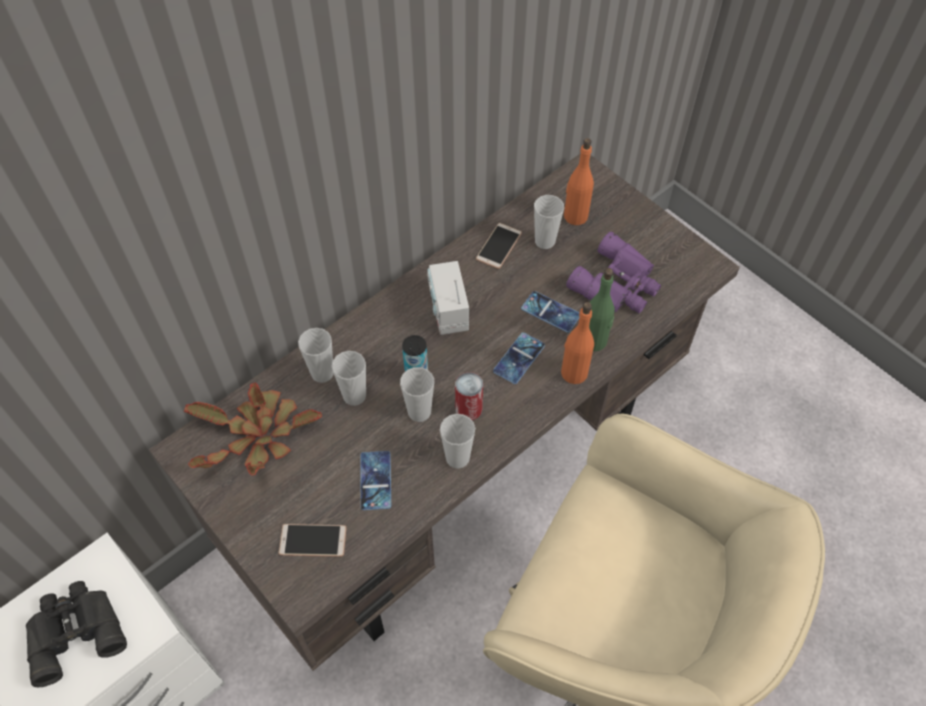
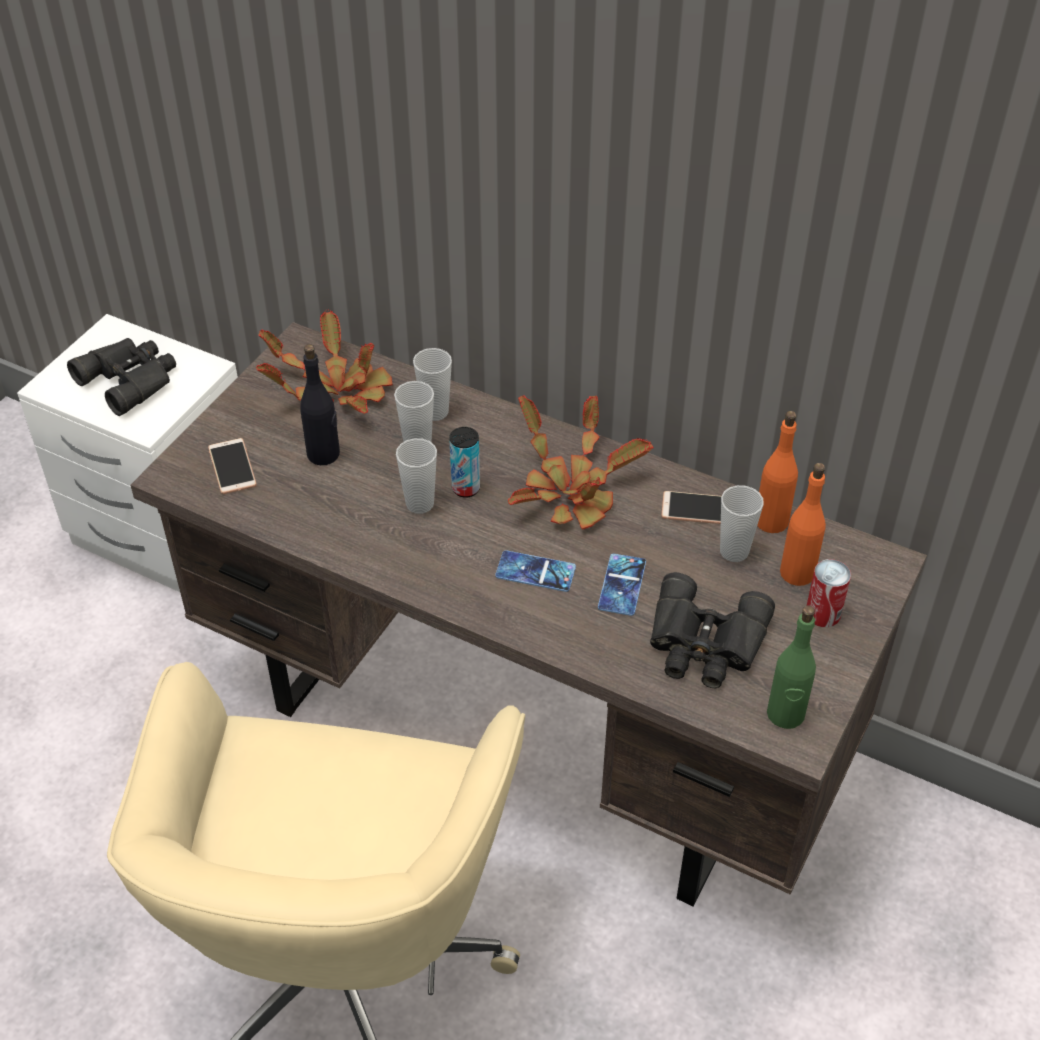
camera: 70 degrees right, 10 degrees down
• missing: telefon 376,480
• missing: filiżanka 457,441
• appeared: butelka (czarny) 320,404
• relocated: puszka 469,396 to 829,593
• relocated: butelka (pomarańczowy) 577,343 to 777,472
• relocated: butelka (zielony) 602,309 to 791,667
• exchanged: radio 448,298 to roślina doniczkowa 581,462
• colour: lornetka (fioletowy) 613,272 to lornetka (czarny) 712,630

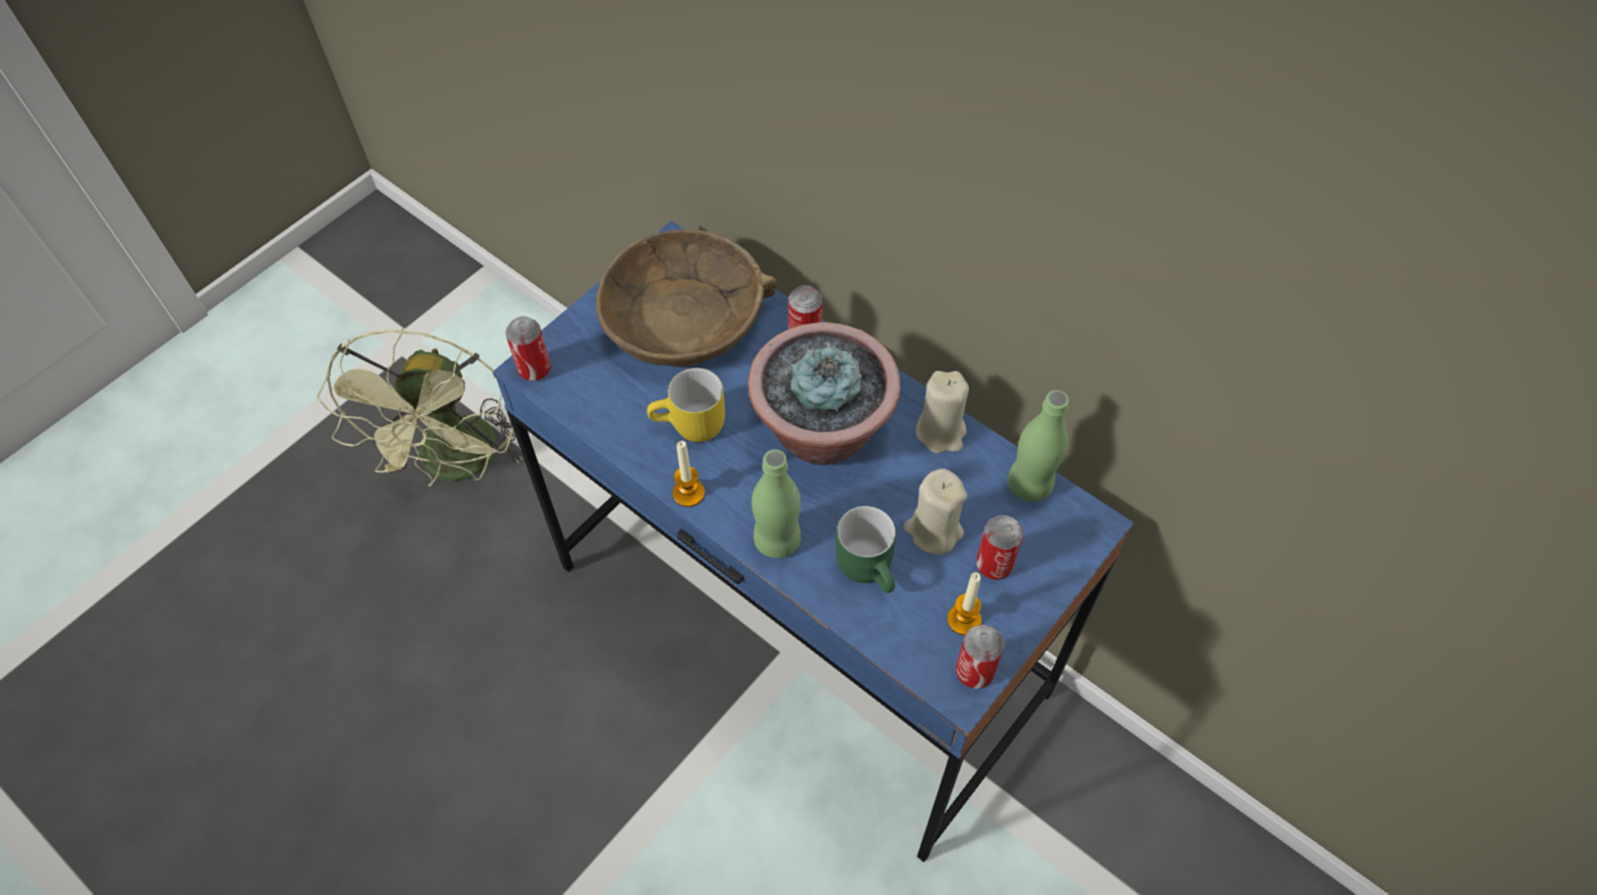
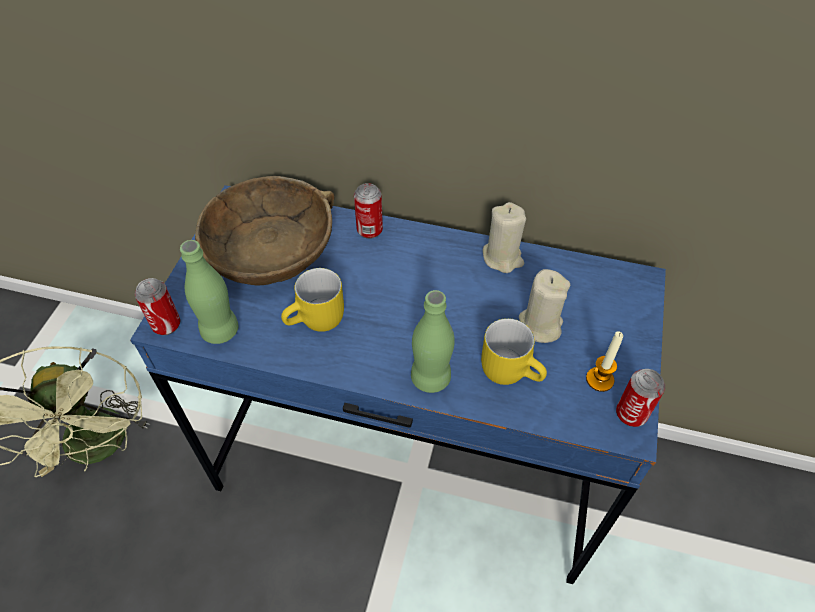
camera: 25 degrees left, 5 degrees down
• missing: świeca 689,474
• missing: roślina doniczkowa 824,393
• missing: puszka 999,547
• relocated: butelka (zielony) 1038,445 to 209,292
• colour: kubek (zielony) 866,549 to kubek (żółty) 514,351

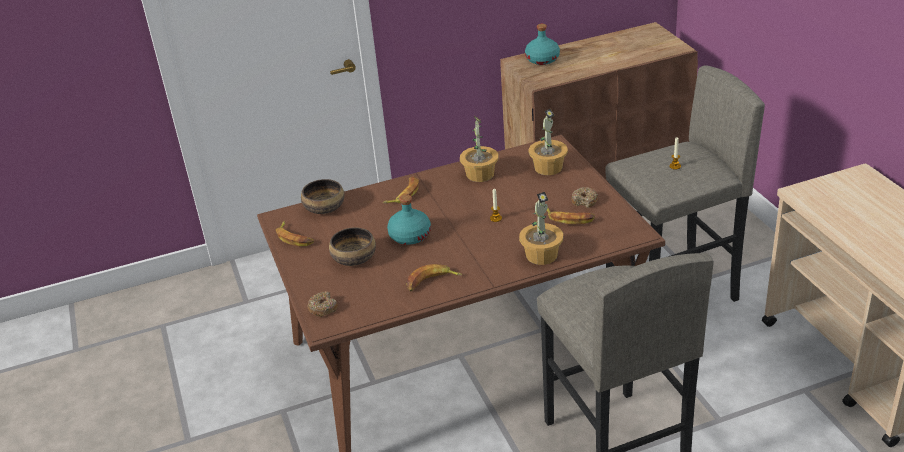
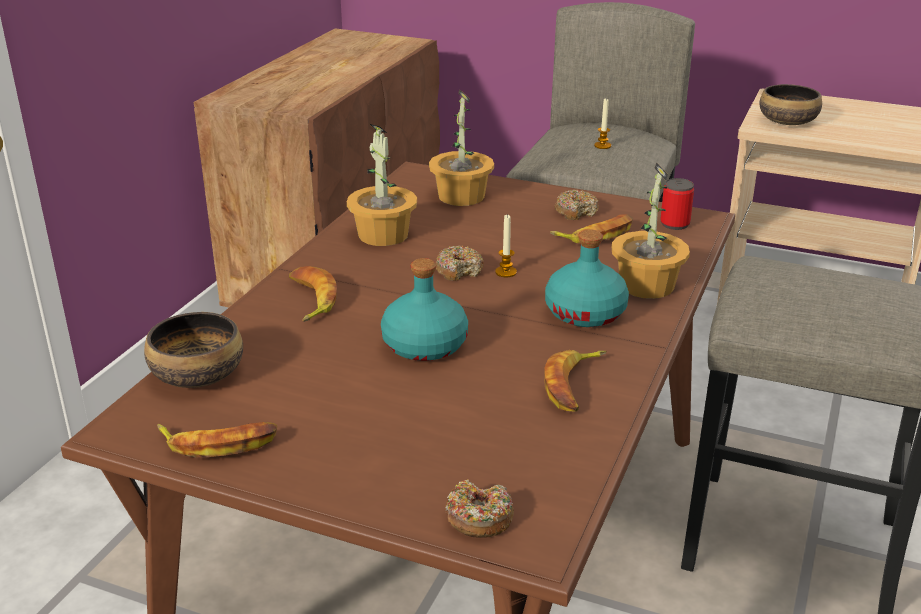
camera: 50 degrees left, 5 degrees down
• appeared: donut 460,263
• appeared: puszka 677,204
• relocated: miska 352,246 to 791,104
• relocated: butelka (turkusowy) 542,44 to 587,278

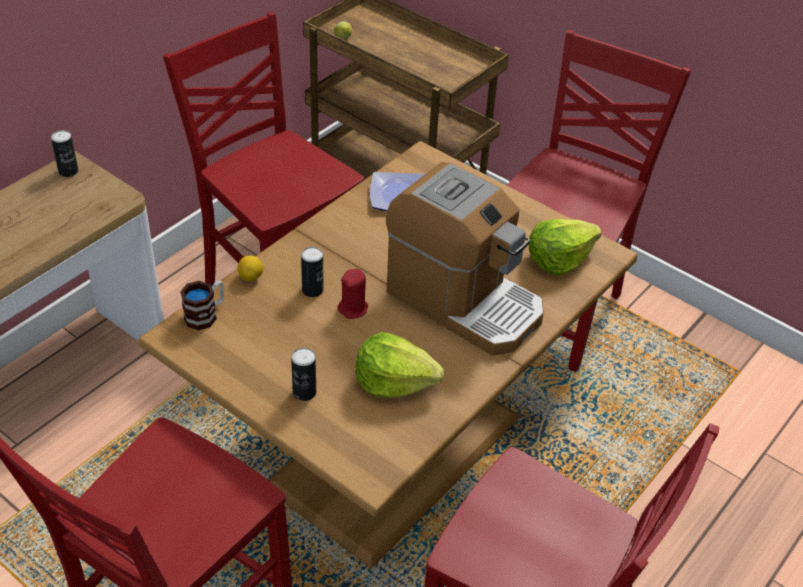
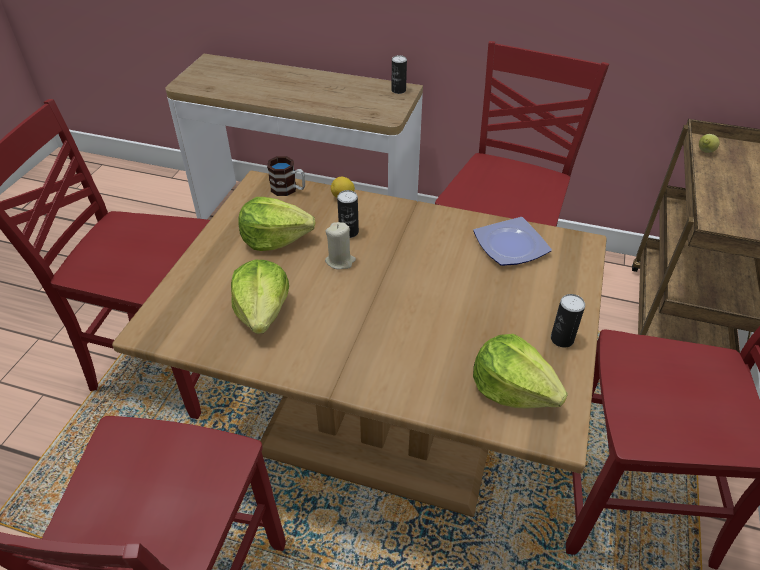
camera: 70 degrees right, 0 degrees up
• missing: ekspres do kawy 465,259
• appeared: sałata 276,224
• relocated: puszka 303,374 to 568,321
• colour: świeca (czerwony) 353,293 to świeca (beżowy) 340,246

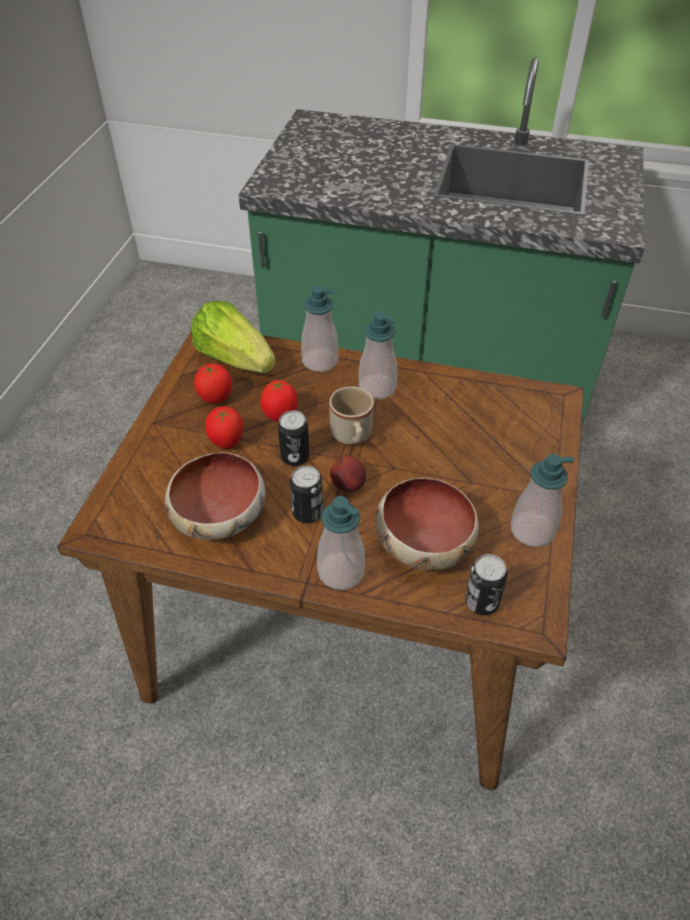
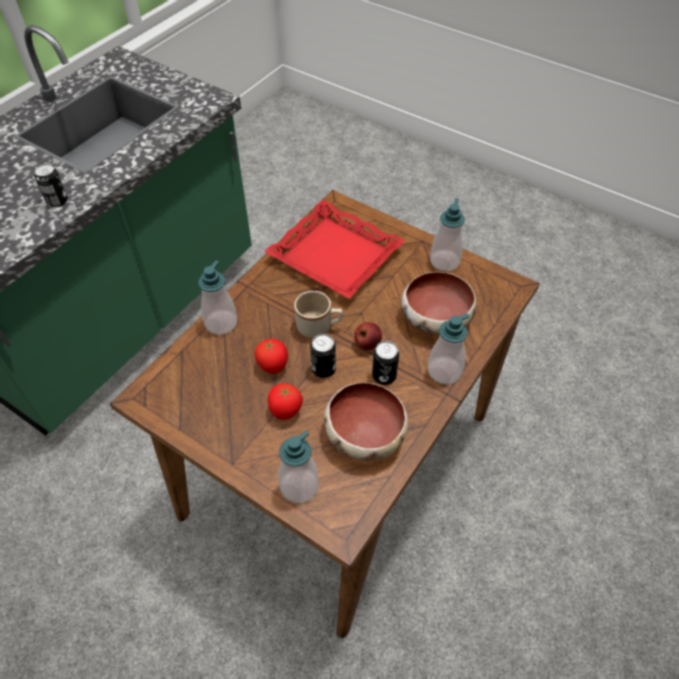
camera: 70 degrees left, 5 degrees up
• missing: sałata 233,337
• missing: pomidor 213,383
• appeared: taca (czerwony) 334,249
• relocated: dozownik mydła 377,355 to 298,466
• relocated: puszka 486,584 to 51,185

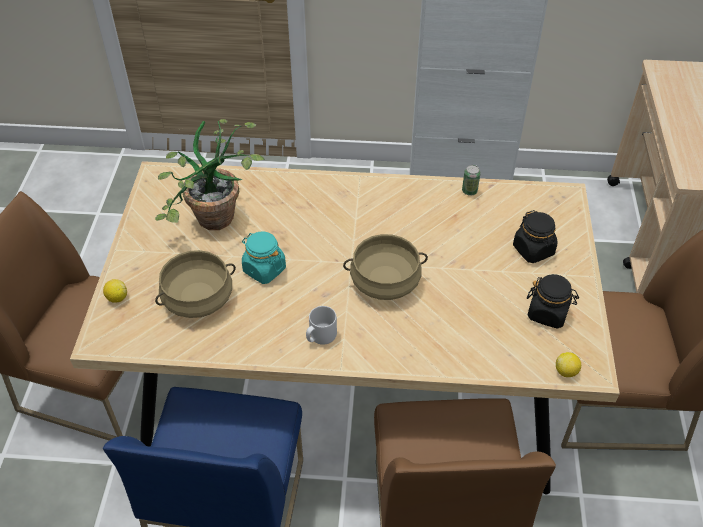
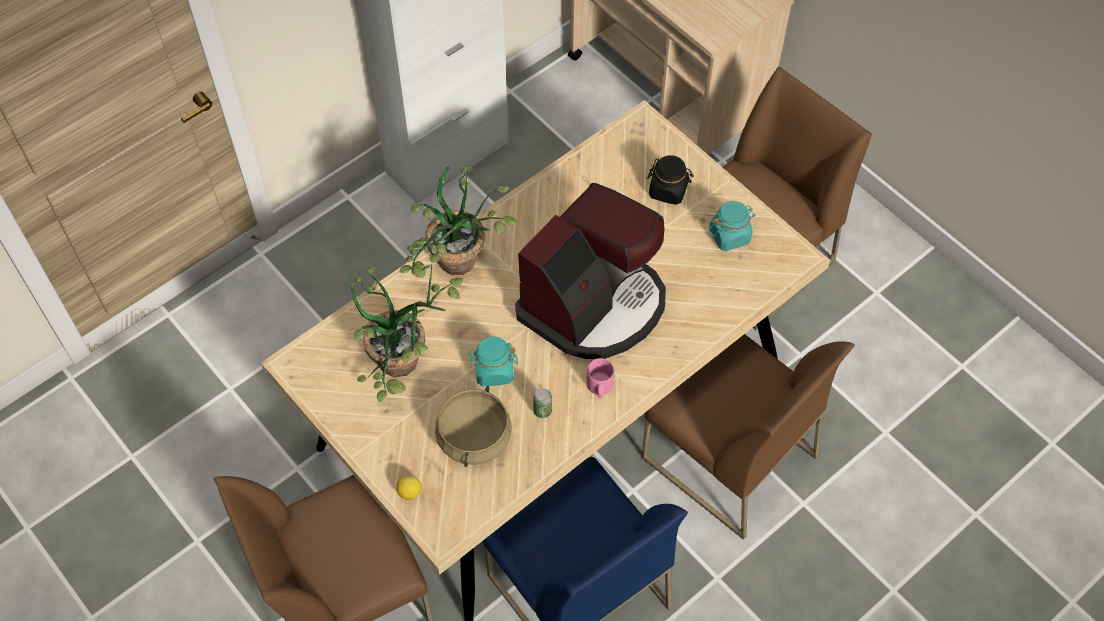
camera: 45 degrees left, 10 degrees up
• missing: cytryna 568,364
• appeared: roślina doniczkowa 459,221
• relocated: puszka 471,180 to 542,403
• exchanged: garnek (beżowy) 385,267 to ekspres do kawy 590,271
• colour: kubek (szary) 321,325 to kubek (różowy) 600,378
• colour: słoik (czarny) 553,301 to słoik (turkusowy) 732,226

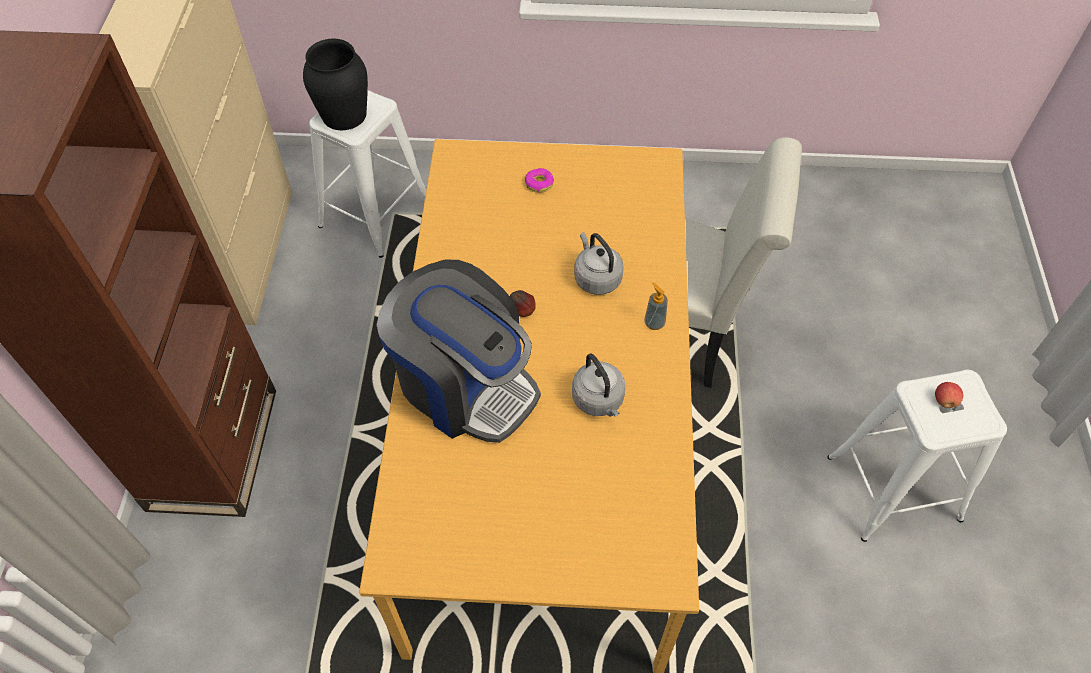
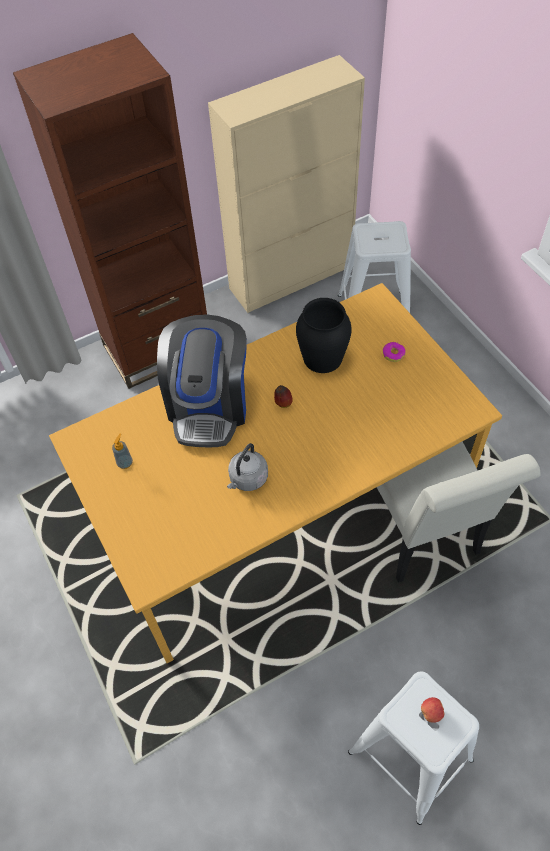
camera: 60 degrees right, 0 degrees up
• missing: czajnik (szary) 599,263
• relocated: wazon (czarny) 335,84 to 324,335
• relocated: dozownik mydła 656,306 to 122,451

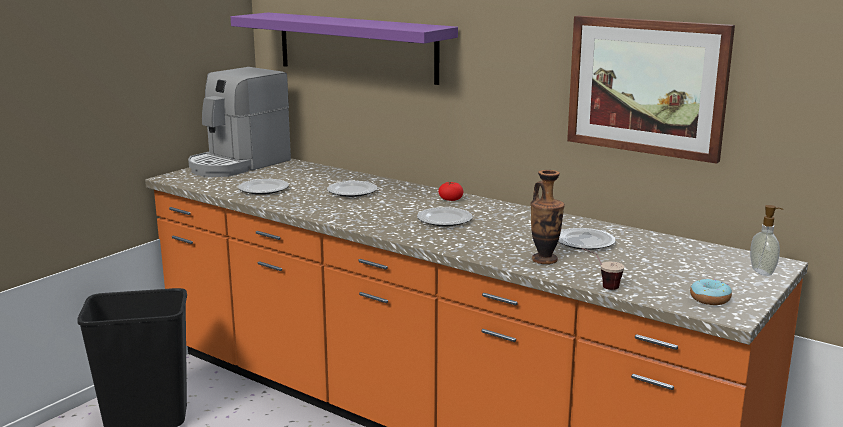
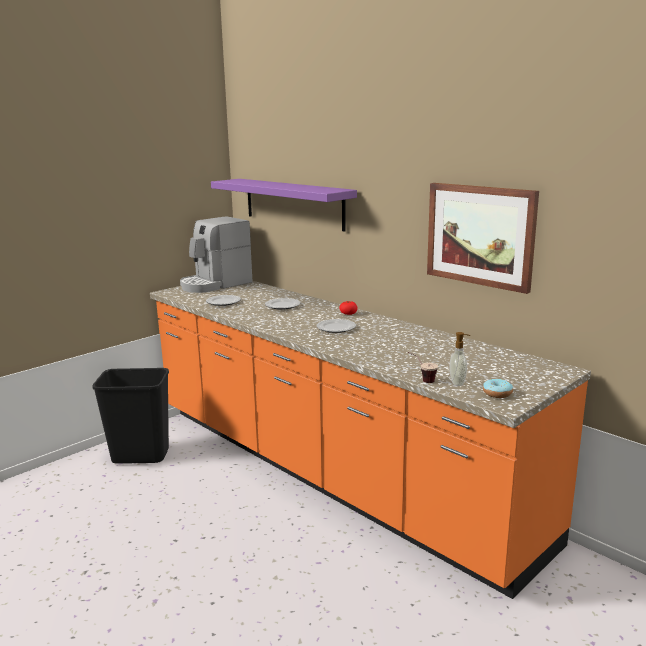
camera: 10 degrees right, 0 degrees up
• missing: wazon 547,217
• missing: talerz 586,239
• relocated: dozownik mydła 766,240 to 460,359

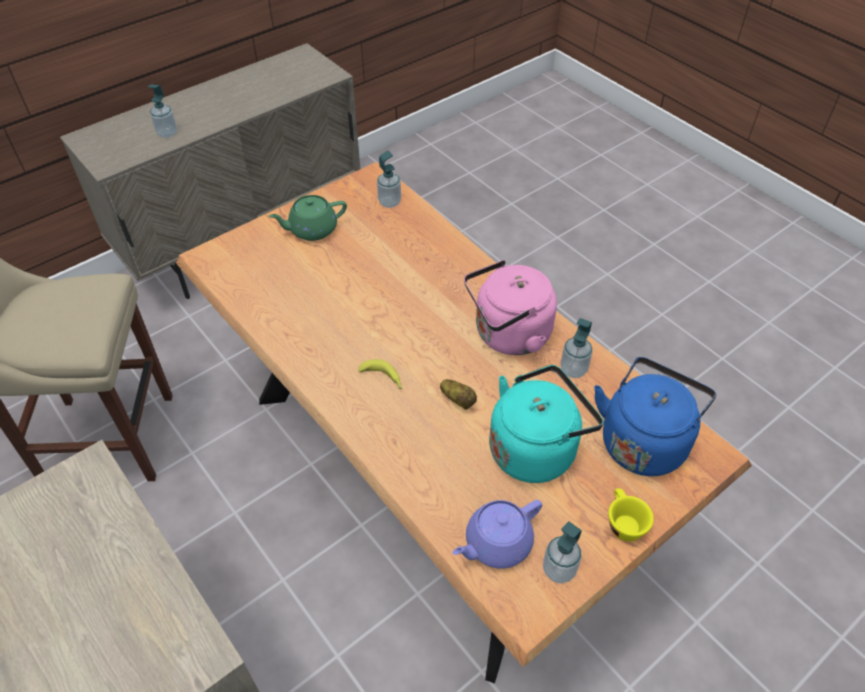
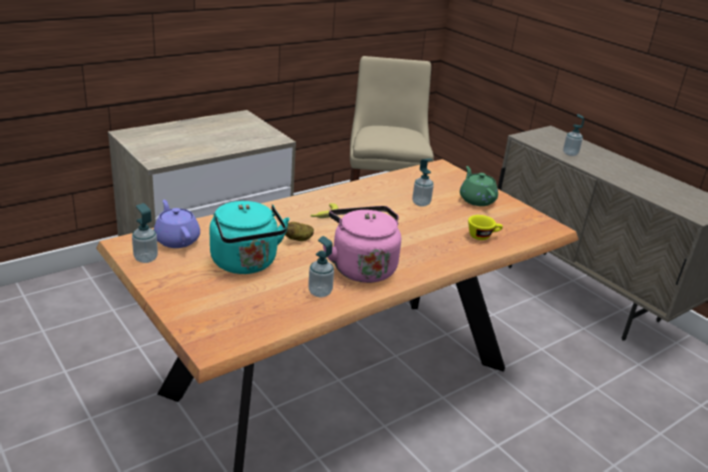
camera: 90 degrees right, 20 degrees down
• missing: czajnik (niebieski) 655,416
• relocated: dozownik mydła 389,179 to 423,183
• relocated: filiżanka (żółty) 631,514 to 485,227

